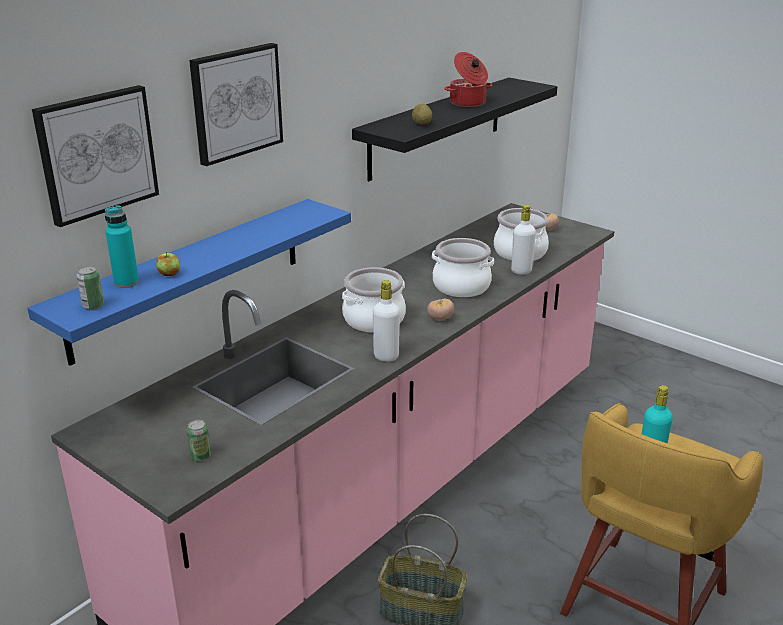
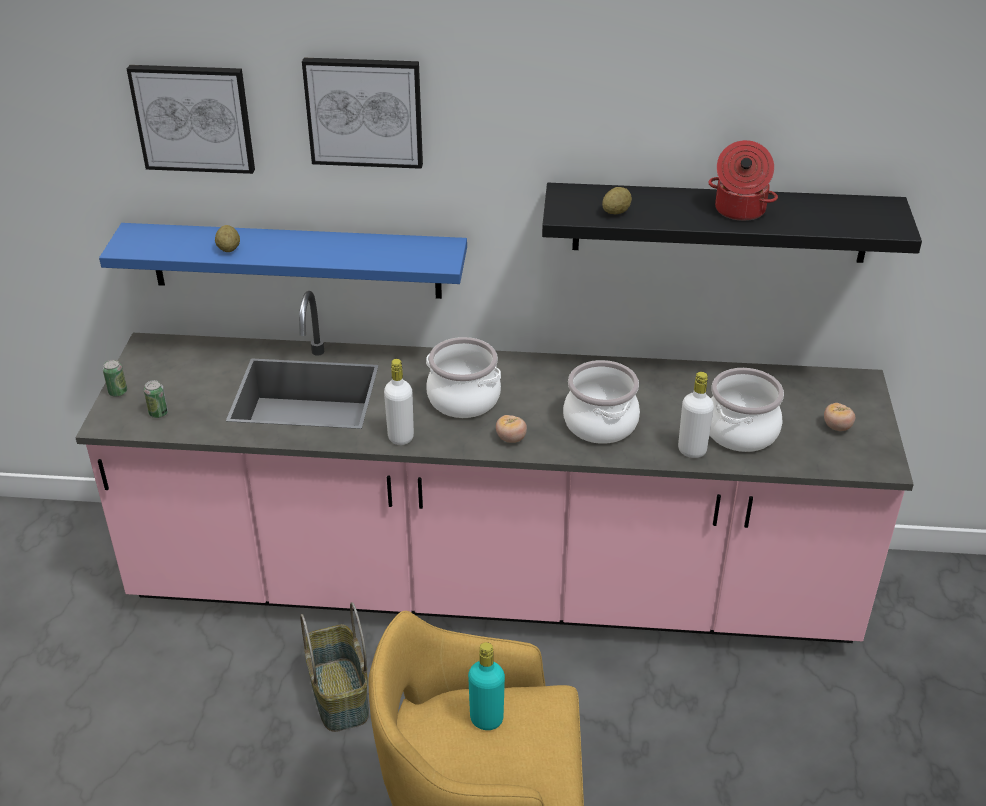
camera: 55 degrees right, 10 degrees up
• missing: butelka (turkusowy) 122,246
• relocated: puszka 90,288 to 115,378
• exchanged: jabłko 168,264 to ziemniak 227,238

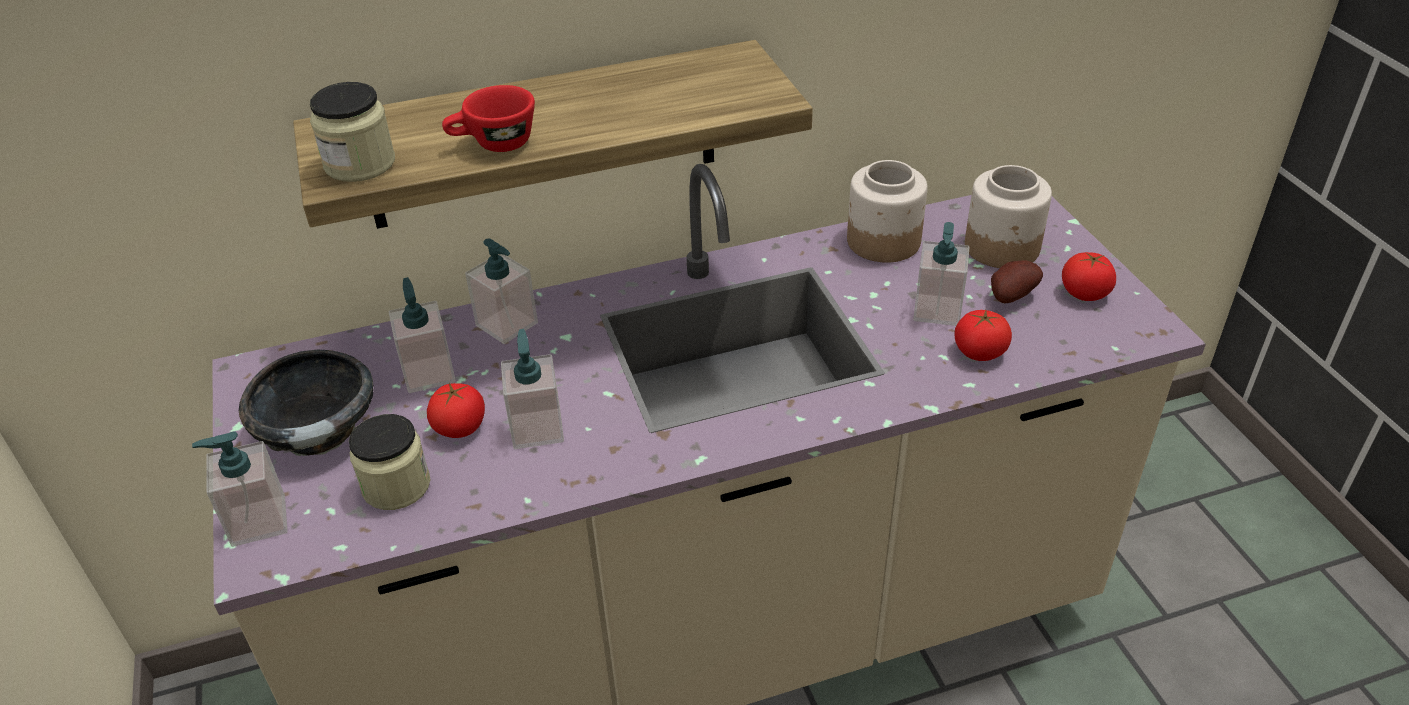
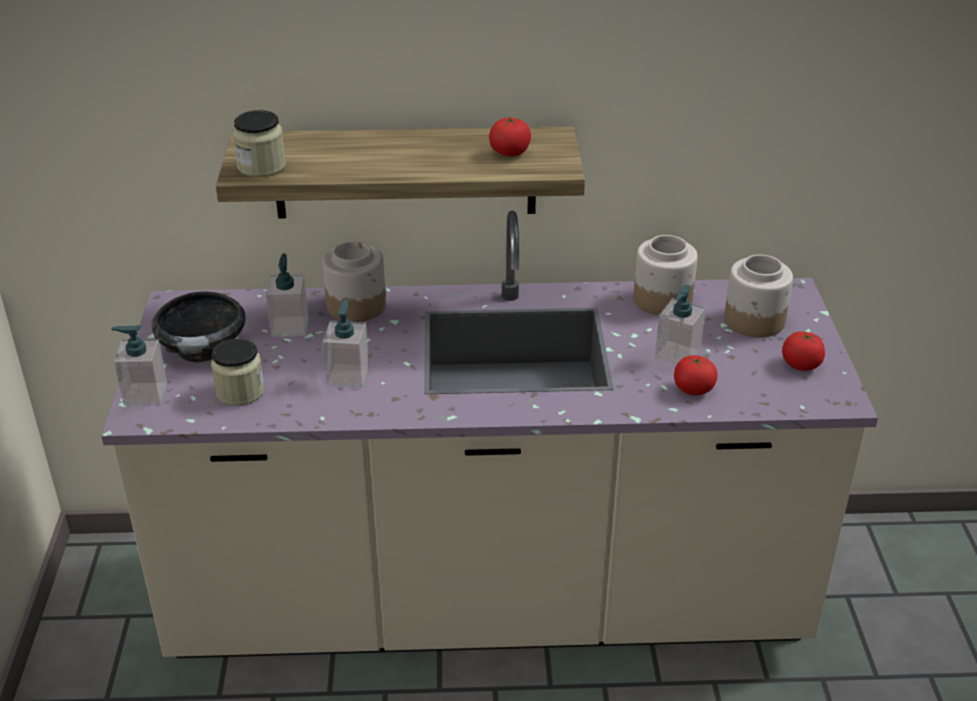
camera: 15 degrees right, 5 degrees down
• missing: filiżanka (czerwony) 488,118
• missing: ziemniak 1017,281
• relocated: pomidor 456,410 to 510,136
• exchanged: dozownik mydła 501,291 to słoik 354,281

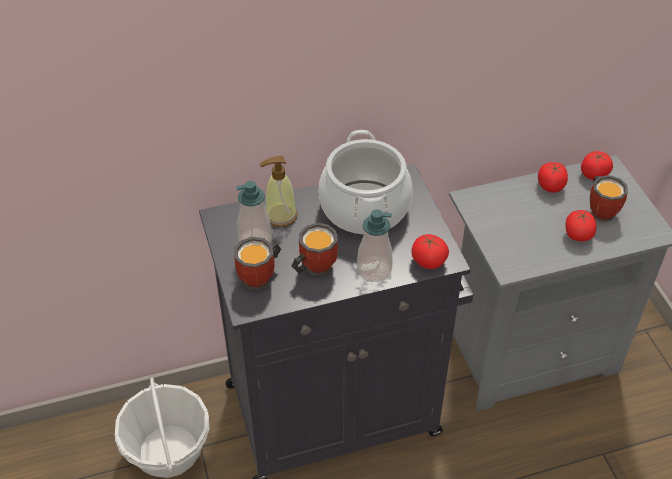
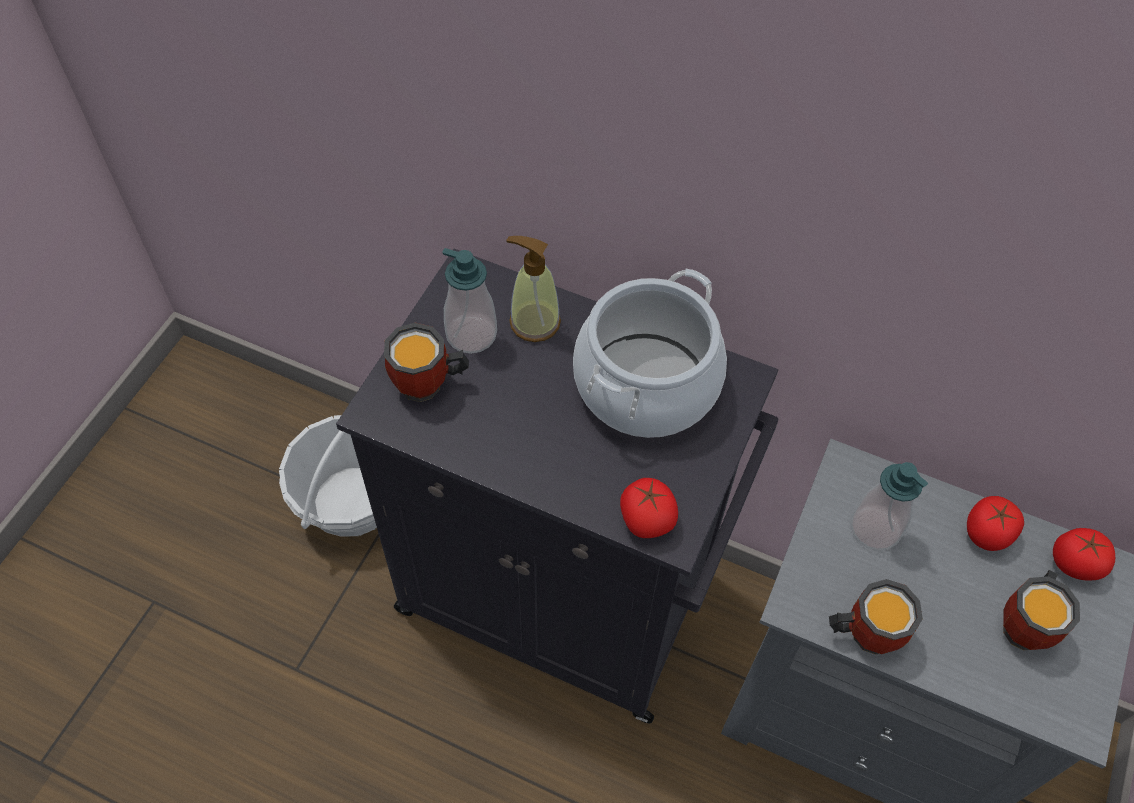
camera: 40 degrees right, 10 degrees up
• missing: pomidor 581,225
• relocated: kubek 314,249 to 876,616
• relocated: dozownik mydła 375,245 to 889,506

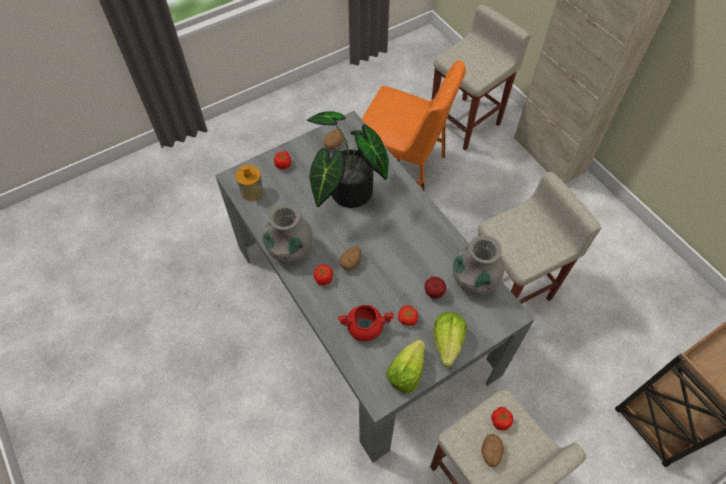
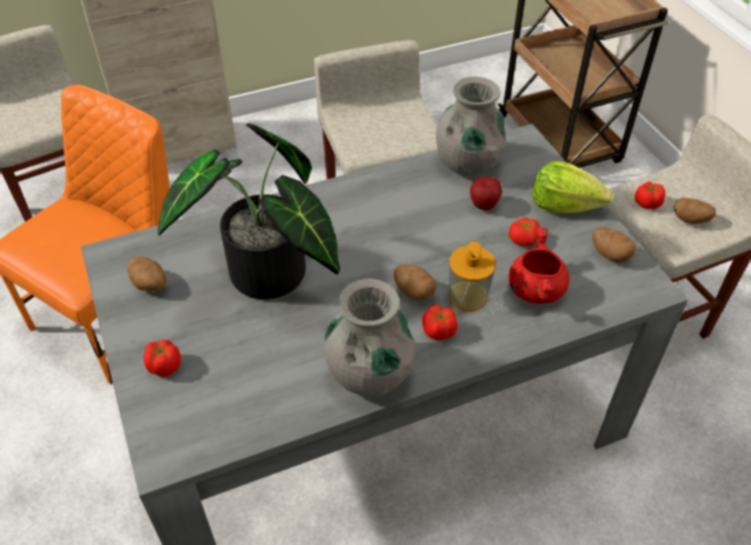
camera: 80 degrees left, 10 degrees down
• relocated: dozownik mydła 249,182 to 472,276
• exchanged: sałata 405,366 to ziemniak 614,244

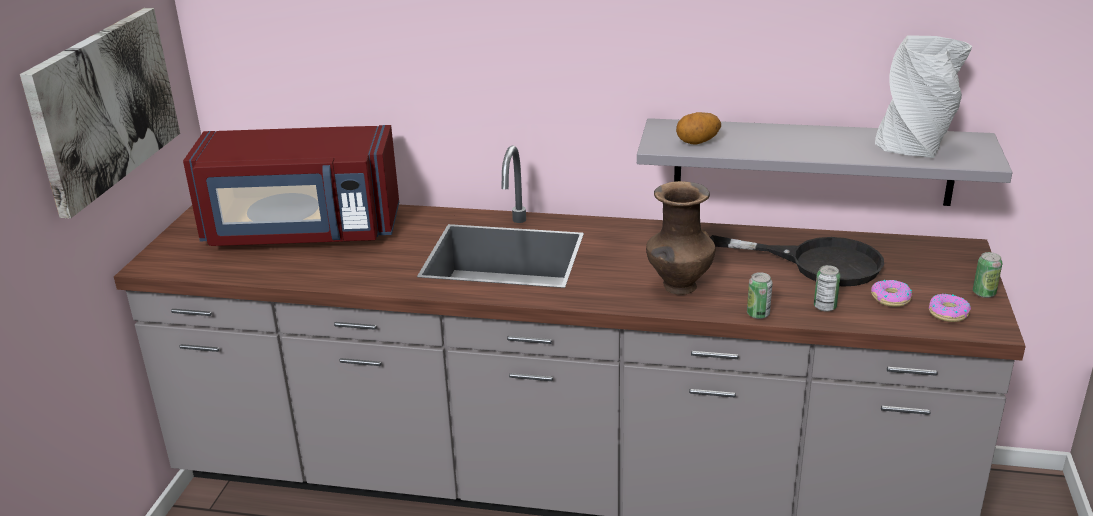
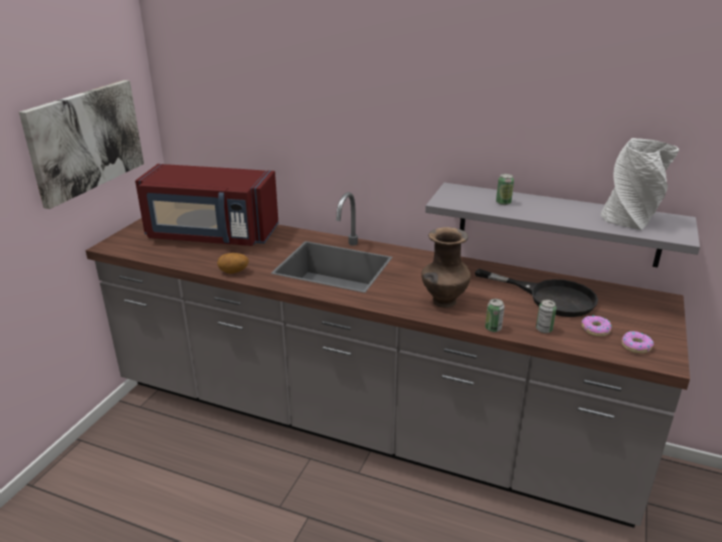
camera: 10 degrees right, 0 degrees up
• relocated: ziemniak 698,128 to 233,263
• relocated: puszka 987,275 to 505,189

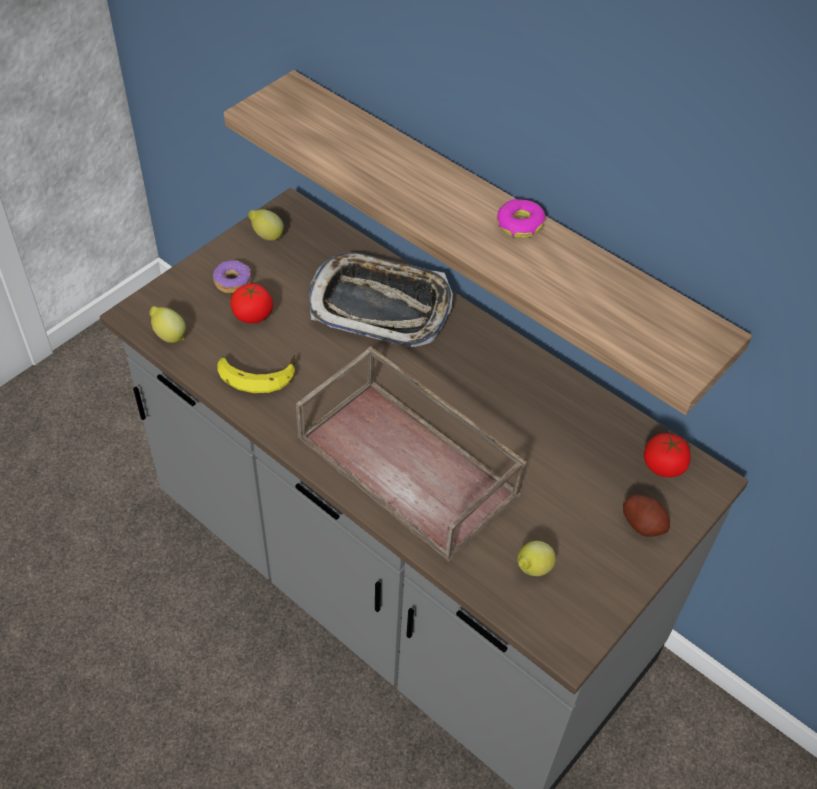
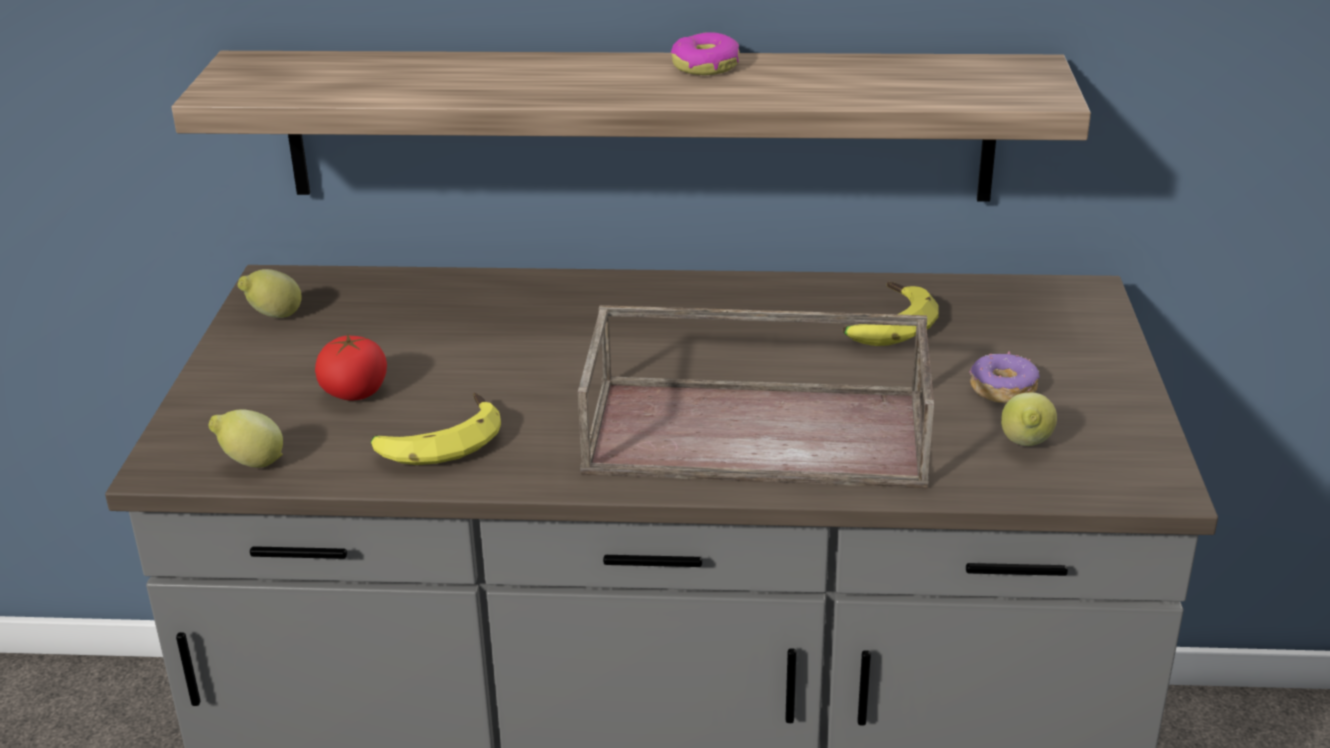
camera: 35 degrees left, 20 degrees down
• missing: taca 381,299
• missing: ziemniak 646,515
• missing: pomidor 667,455
• appeared: banan 890,314
• relocated: donut 232,276 to 1004,377

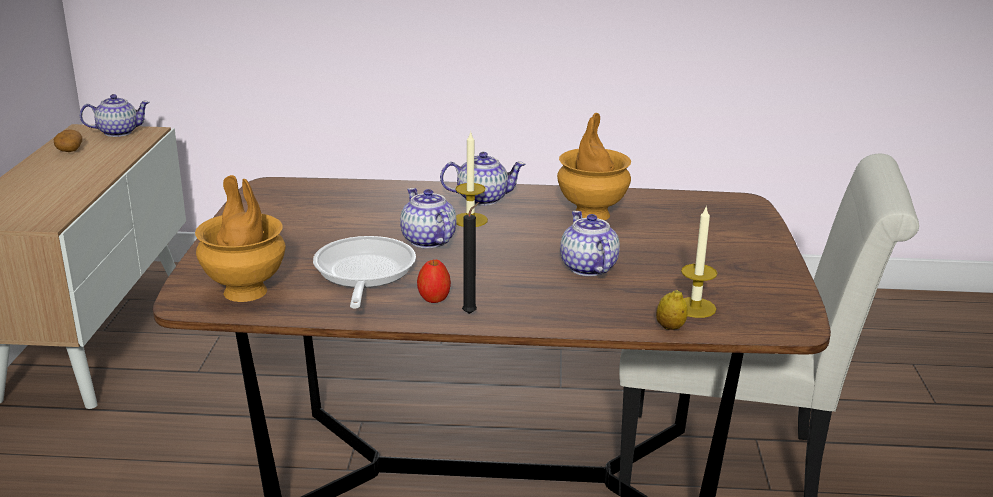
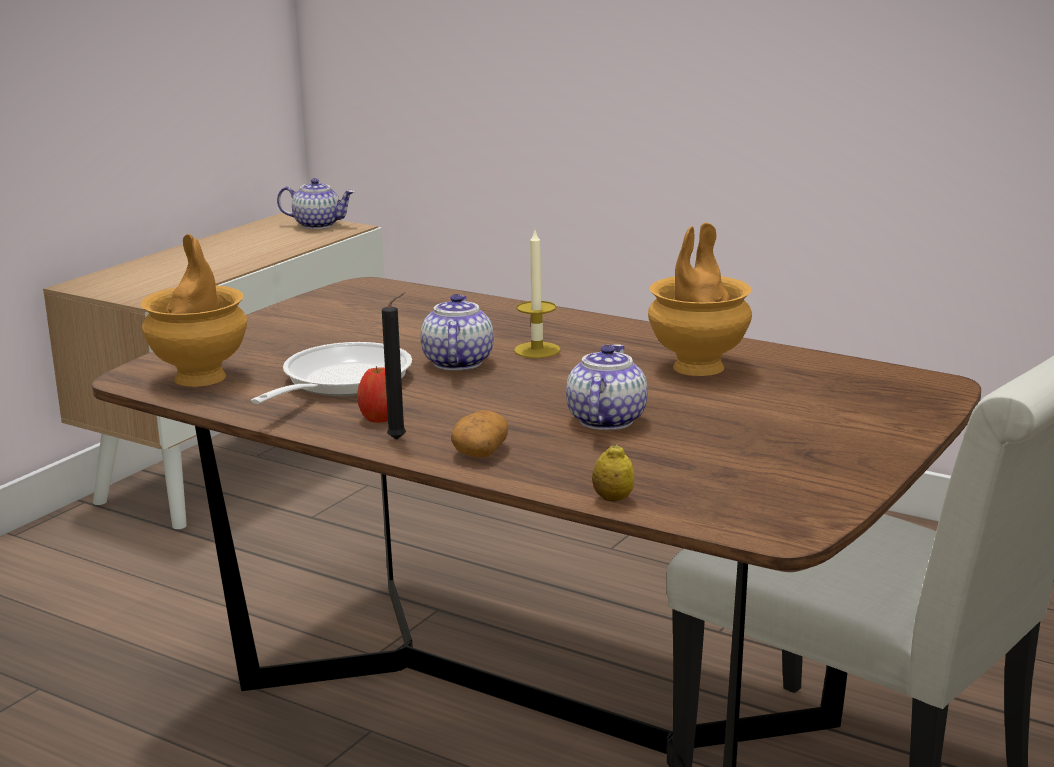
camera: 30 degrees right, 5 degrees down
• missing: imbryk 483,179
• missing: świeca 699,261
• relocated: ziemniak 68,140 to 479,434

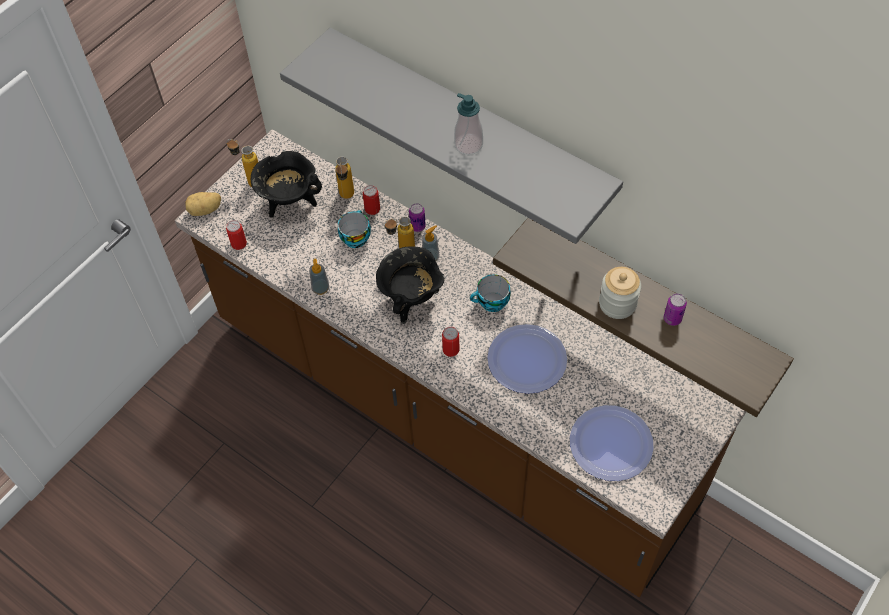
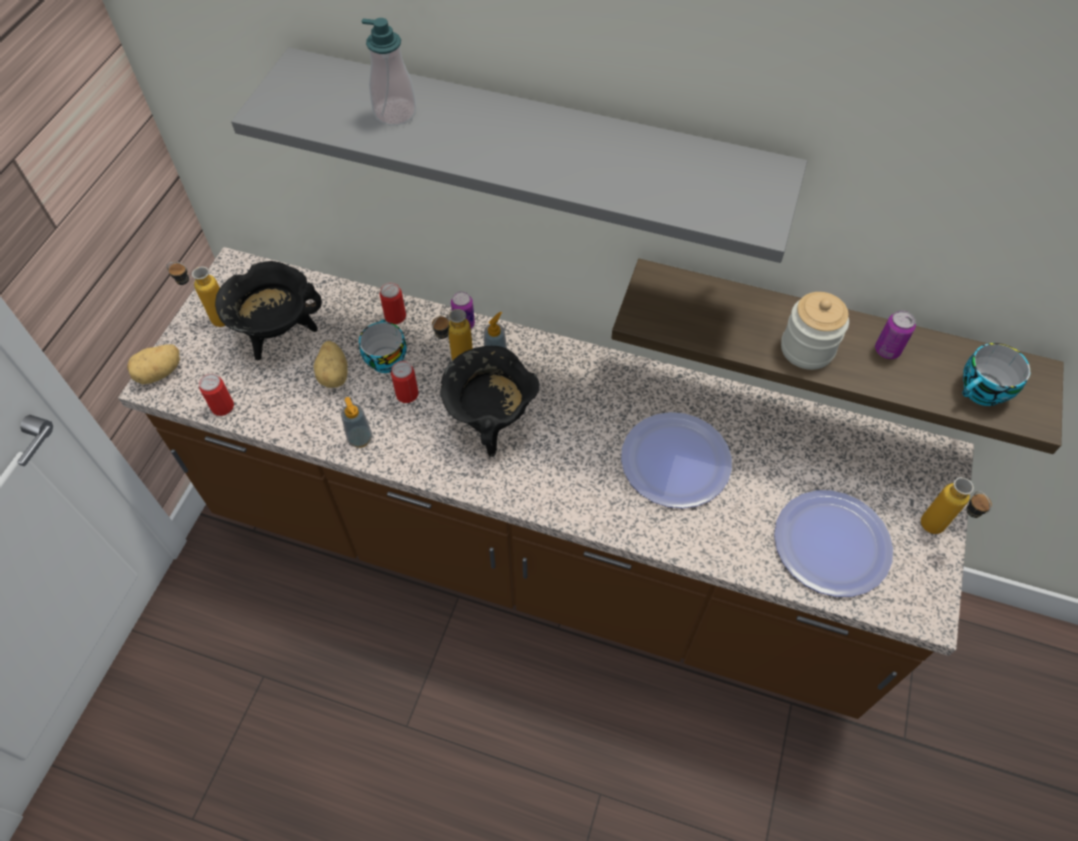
camera: 20 degrees left, 0 degrees up
• appeared: ziemniak 331,364
• relocated: butelka 344,177 to 956,505
• relocated: puszka 451,342 to 405,382
• relocated: dozownik mydła 468,124 to 389,72
• relocated: filiżanka 490,293 to 996,374

